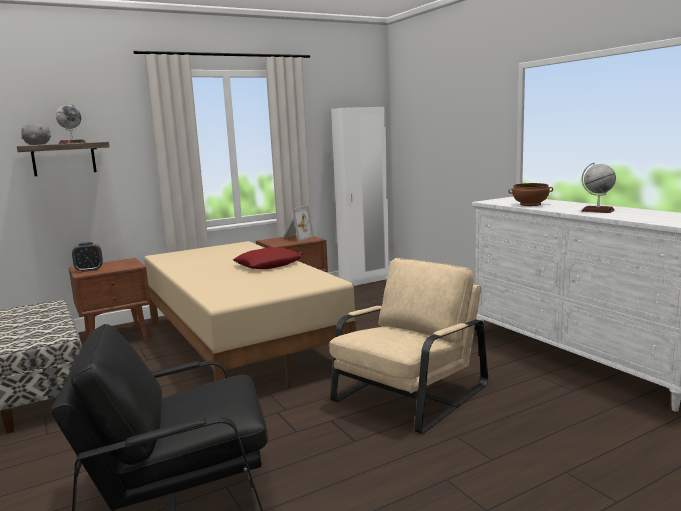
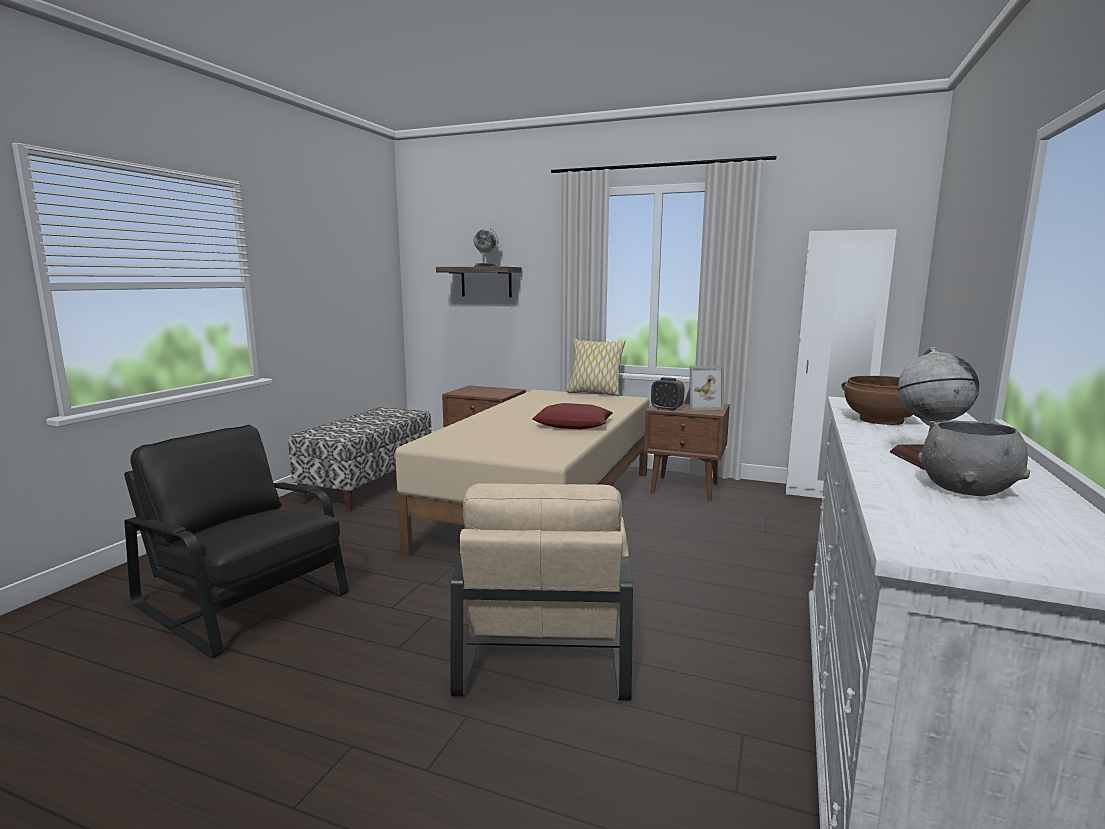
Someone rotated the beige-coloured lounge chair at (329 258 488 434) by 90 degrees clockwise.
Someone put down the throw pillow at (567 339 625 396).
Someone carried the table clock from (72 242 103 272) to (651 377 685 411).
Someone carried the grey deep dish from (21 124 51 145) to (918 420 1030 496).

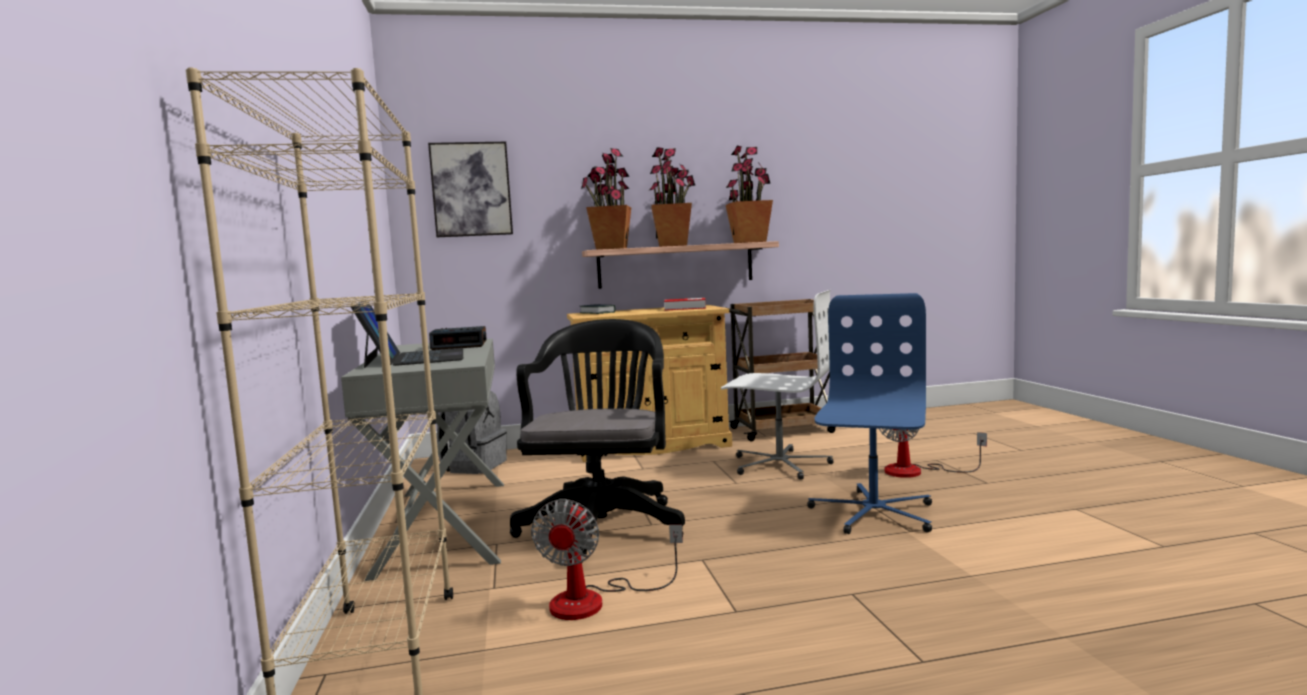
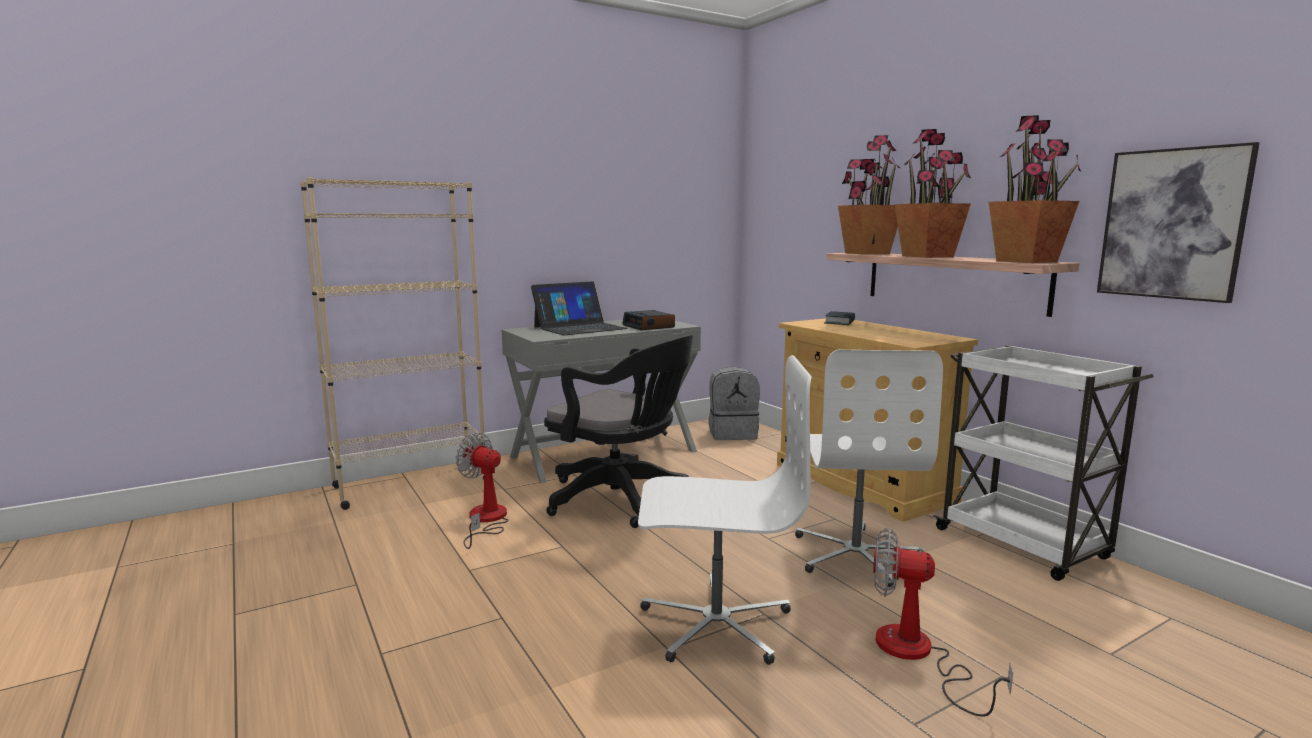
Someone rotated the fan at (531 499 683 620) by 45 degrees clockwise.
Someone rotated the black-coloured computer chair at (510 319 685 563) by 45 degrees clockwise.
Someone repainted the blue computer chair at (807 293 932 534), which became the whitish computer chair at (638 355 812 665).
Someone repainted the brown-coloured wheeled cart at (724 299 836 441), which became the whitish wheeled cart at (933 345 1154 581).
Someone carried the wall picture from (428 142 513 237) to (1097 142 1260 303).
Someone took away the book at (664 298 706 311).

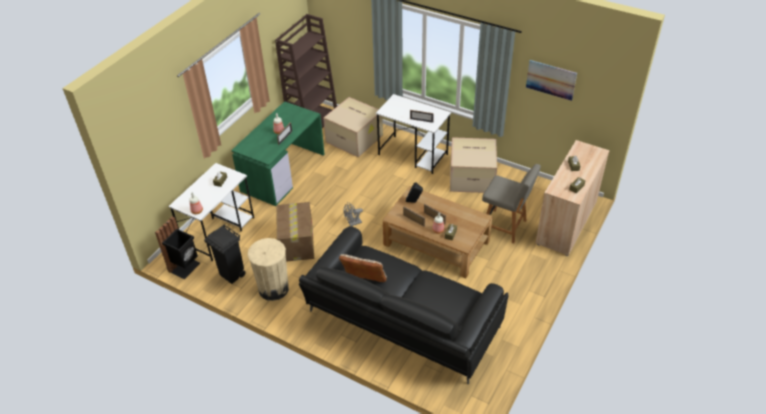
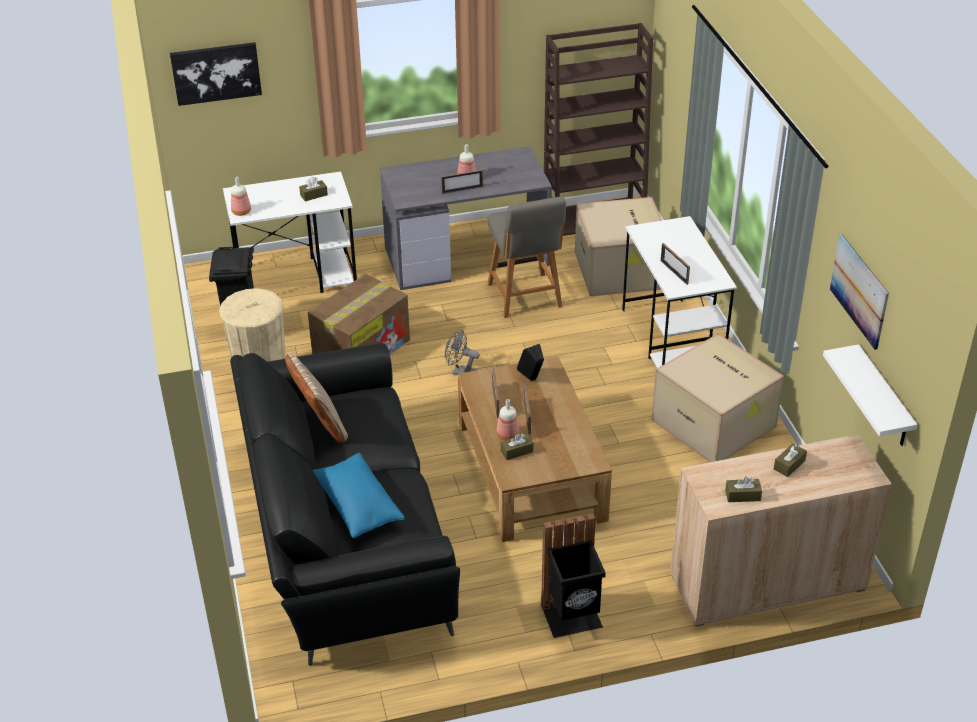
Someone put up the wall picture at (170 42 262 106).
Someone put down the blue throw pillow at (313 453 405 538).
Someone repainted the green-coloured desk at (231 101 325 206), which became the grey desk at (380 146 552 290).
Someone carried the grey chair from (482 164 541 244) to (487 196 566 318).
Someone carried the black-coloured rubbish bin from (155 217 200 279) to (541 513 606 638).
Someone put up the whitish shelf at (823 344 918 446).

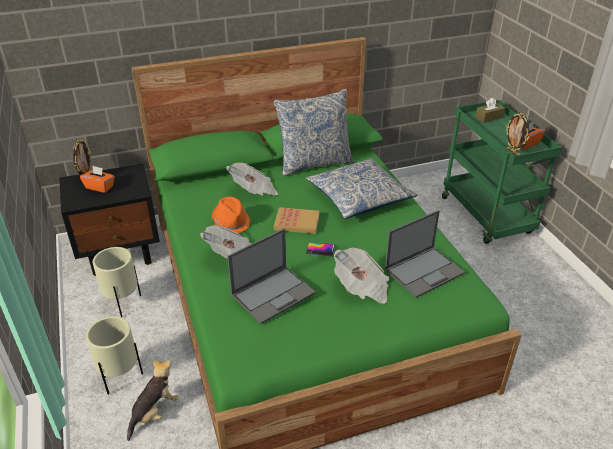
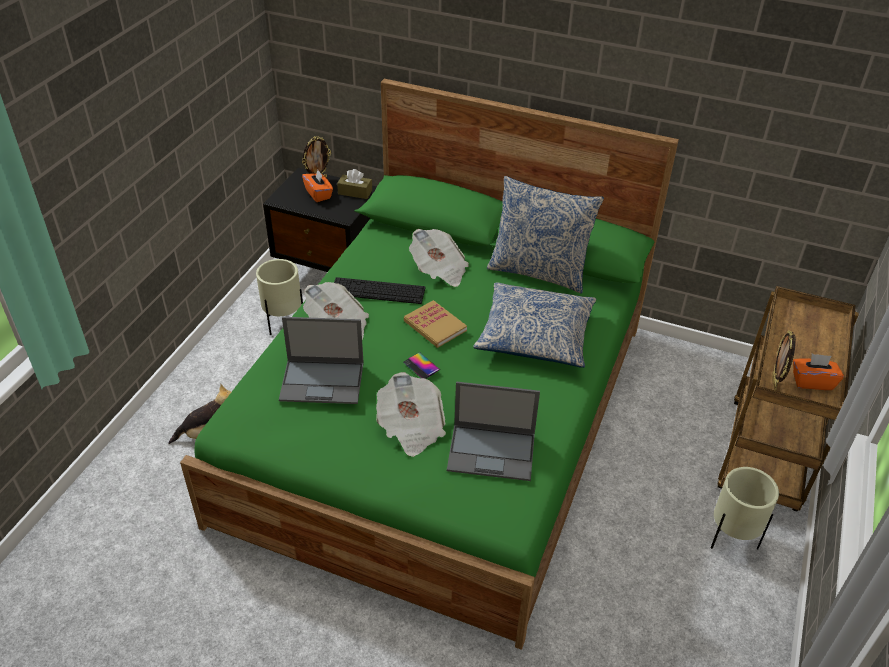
Someone swapped the orange-coloured hat at (212 197 251 233) for the computer keyboard at (334 277 426 304).
Someone carried the brown-coloured box of tissues from (475 98 505 123) to (337 169 372 199).
Someone carried the beige-coloured planter from (86 316 143 395) to (711 467 779 549).
Someone repainted the green-coloured wheeled cart at (442 100 562 244), which became the brown-coloured wheeled cart at (718 286 859 512).

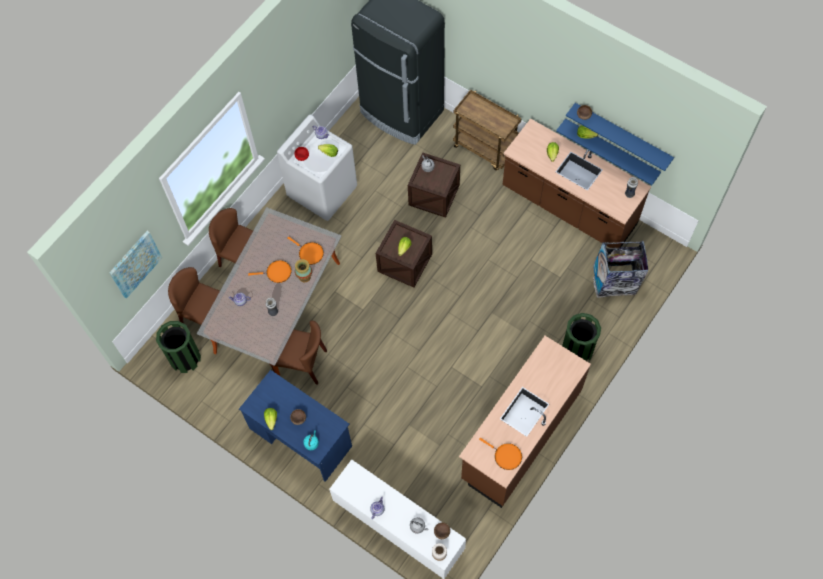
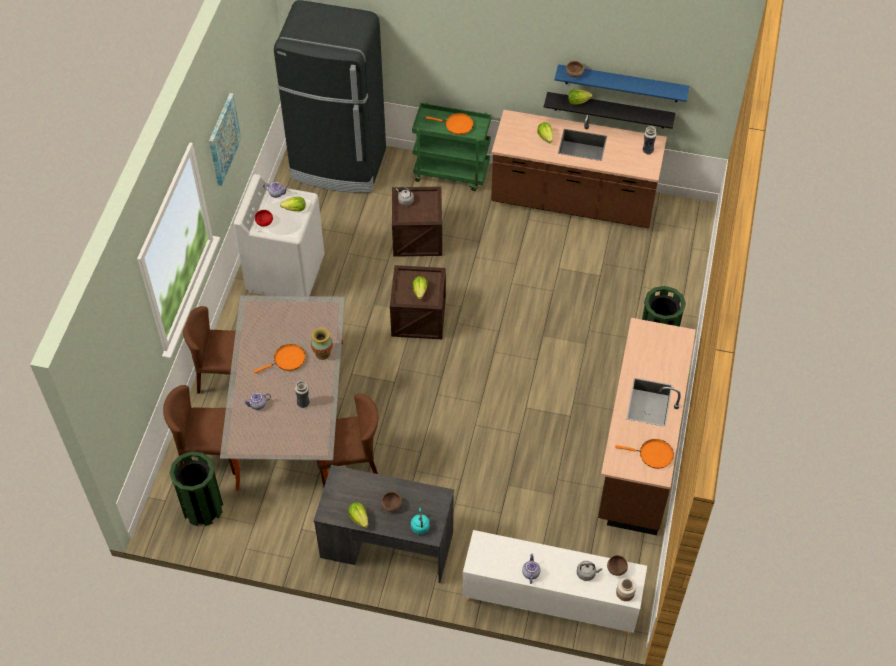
Someone carried the wall picture from (109 231 162 299) to (209 93 241 186).
Someone repainted the blue desk at (239 370 352 482), which became the grey desk at (313 465 454 583).
Someone repainted the brown-coloured wheeled cart at (453 89 521 171), which became the green-coloured wheeled cart at (412 103 492 191).
Someone carried the orange-coloured pan from (288 237 324 265) to (426 113 474 135).
Someone repainted the blue shelf at (556 118 661 185), which became the black-coloured shelf at (544 92 676 129).
Someone took away the rubbish bin at (593 241 648 298).

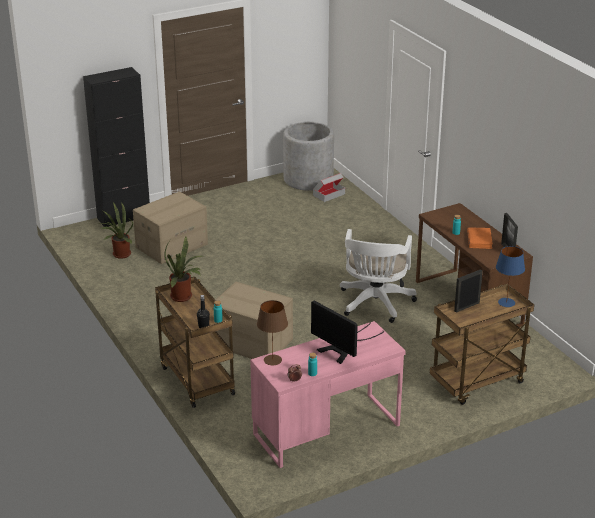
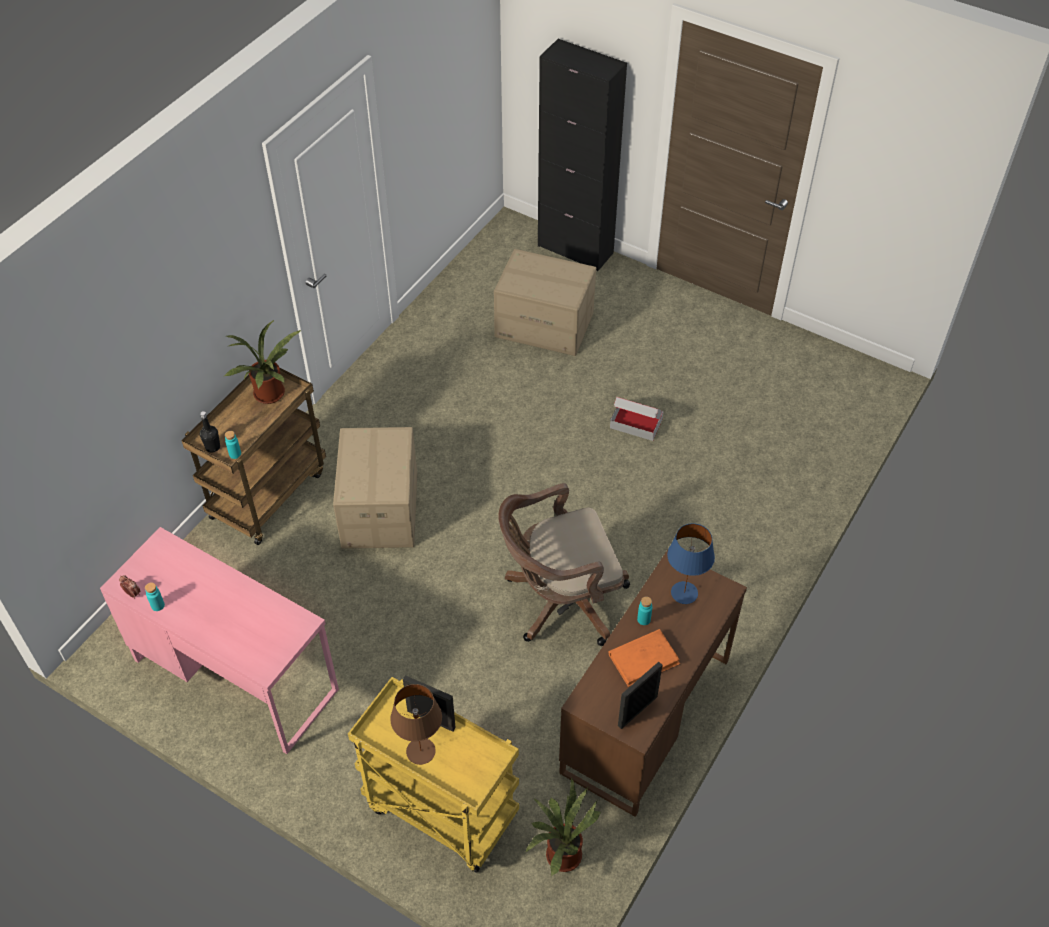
Someone repainted the brown-coloured wheeled cart at (430 284 534 405), which became the yellow wheeled cart at (348 677 519 873).
Someone carried the brown-coloured lamp for a table from (257 300 288 365) to (390 684 442 765).
Someone repainted the whitish computer chair at (340 229 417 323), which became the brown-coloured computer chair at (498 483 630 646).
Someone carried the potted plant from (99 202 133 259) to (526 777 601 877).
Someone carried the carton from (313 173 345 202) to (610 397 663 441).
Someone carried the blue lamp for a table from (496 246 525 307) to (667 523 715 604).
Someone took away the grey planter at (283 122 334 191).
Someone took away the monitor at (311 301 384 364).

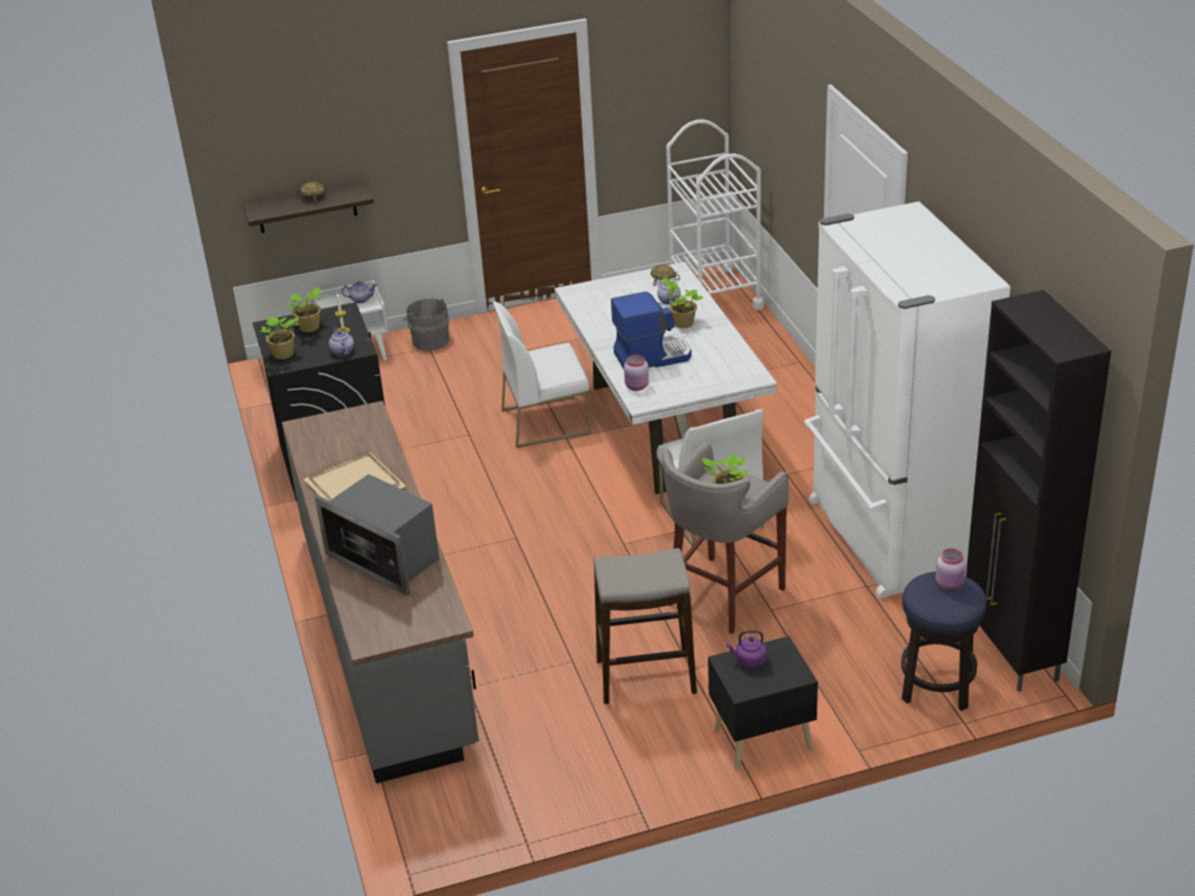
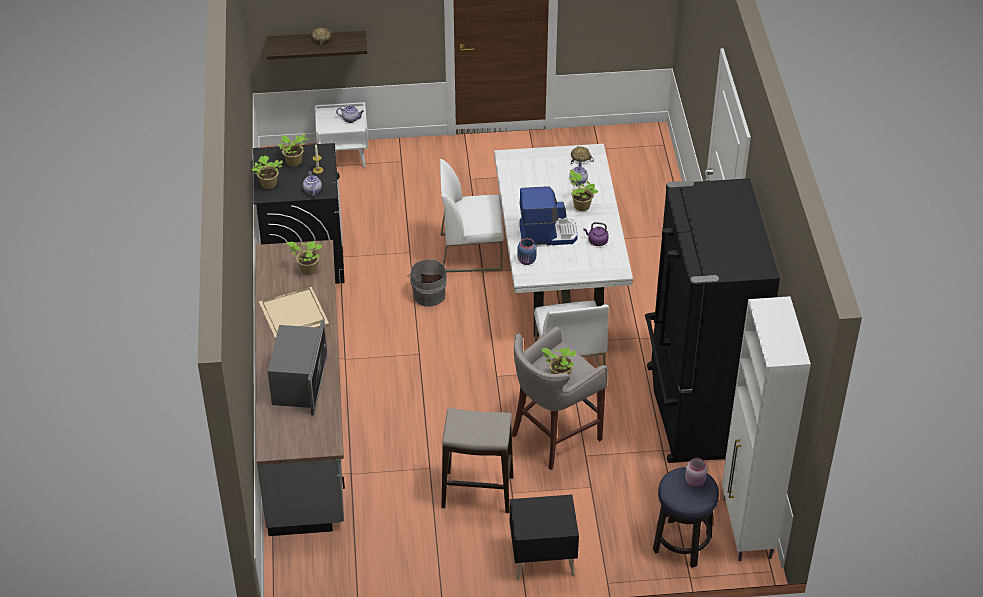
Someone rotated the microwave oven at (315 474 440 596) by 135 degrees counterclockwise.
Someone put down the potted plant at (287 241 322 275).
Someone carried the grey bucket from (403 298 450 351) to (407 259 447 307).
Someone repainted the pinkish jar at (624 354 649 391), which became the blue jar at (517 238 537 265).
Someone carried the purple tea kettle from (726 630 767 668) to (584 222 609 246).
Someone repainted the whitish refrigerator at (804 201 1011 599), which became the black-coloured refrigerator at (645 178 780 463).
Someone repainted the black-coloured storage cabinet at (966 290 1111 692), which became the whitish storage cabinet at (722 296 811 561).
Someone took away the whitish wheeled cart at (666 119 764 310).

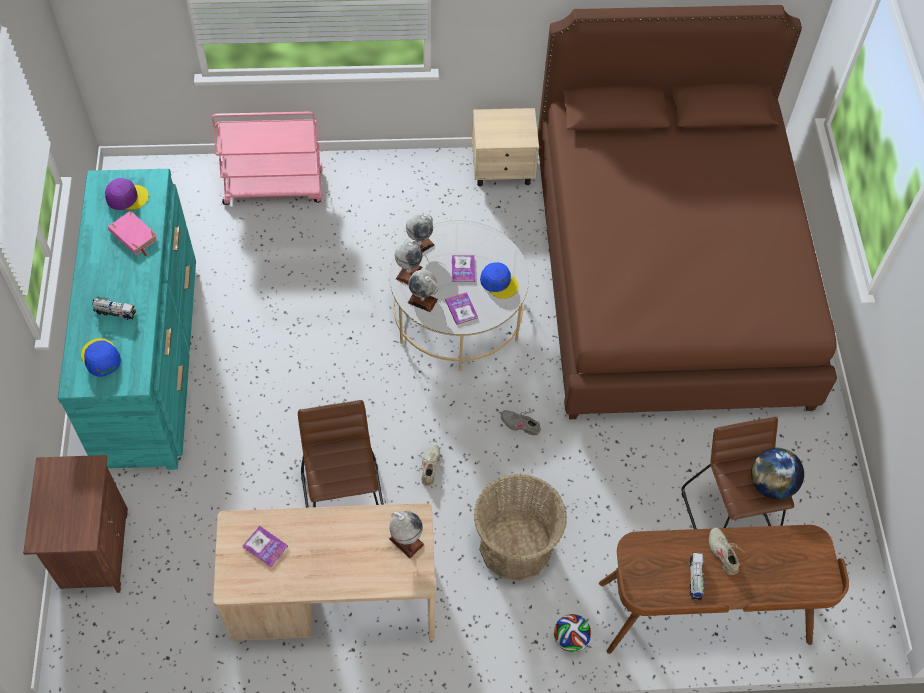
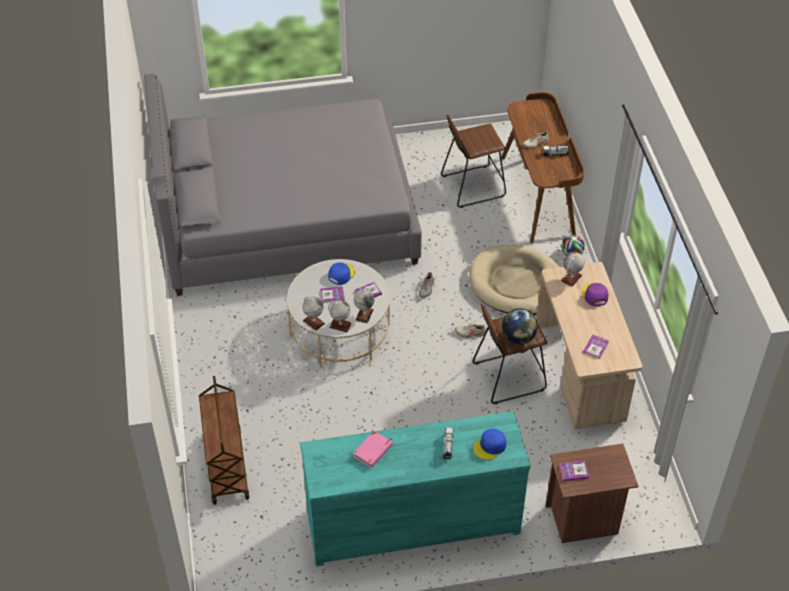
Someone repainted the brown-coloured bed at (538 5 837 419), which became the grey bed at (144 74 422 296).
Someone repainted the pinkish wheeled cart at (212 112 323 205), which became the brown-coloured wheeled cart at (199 376 249 505).
Someone swapped the storage basket at (474 474 567 581) for the beige-coloured pet bed at (469 245 560 315).
Someone carried the globe from (751 448 804 500) to (502 309 538 344).
Someone put down the book at (559 461 589 481).
Someone carried the purple peaked cap from (105 178 149 210) to (582 283 609 306).
Someone took away the beige-coloured bedside table at (472 108 539 187).

